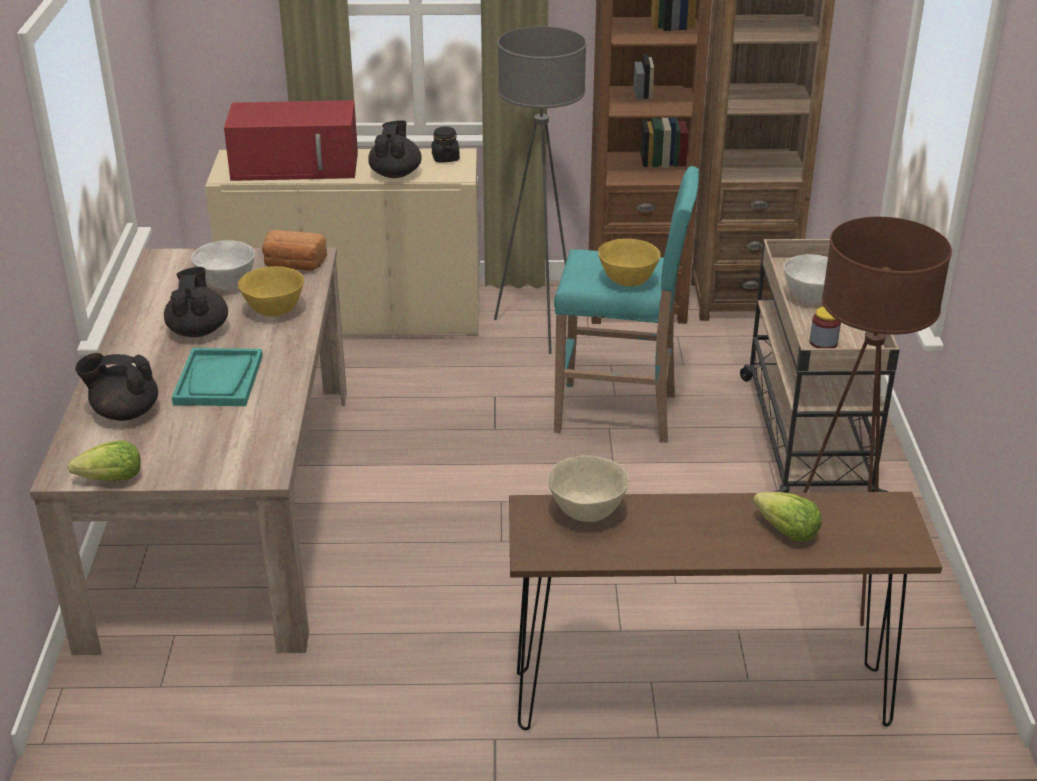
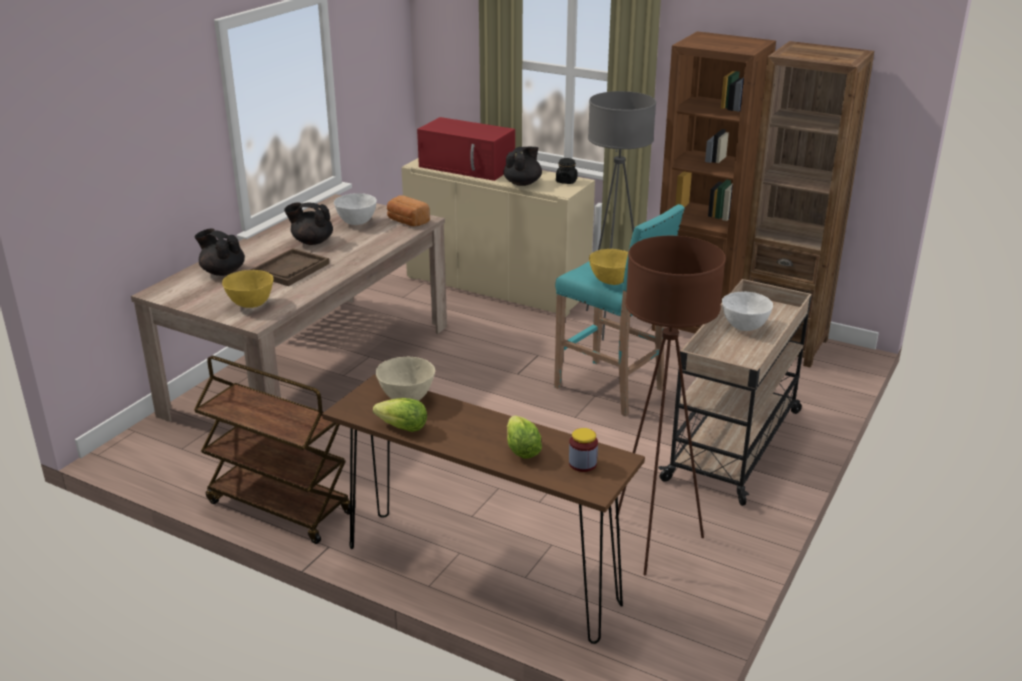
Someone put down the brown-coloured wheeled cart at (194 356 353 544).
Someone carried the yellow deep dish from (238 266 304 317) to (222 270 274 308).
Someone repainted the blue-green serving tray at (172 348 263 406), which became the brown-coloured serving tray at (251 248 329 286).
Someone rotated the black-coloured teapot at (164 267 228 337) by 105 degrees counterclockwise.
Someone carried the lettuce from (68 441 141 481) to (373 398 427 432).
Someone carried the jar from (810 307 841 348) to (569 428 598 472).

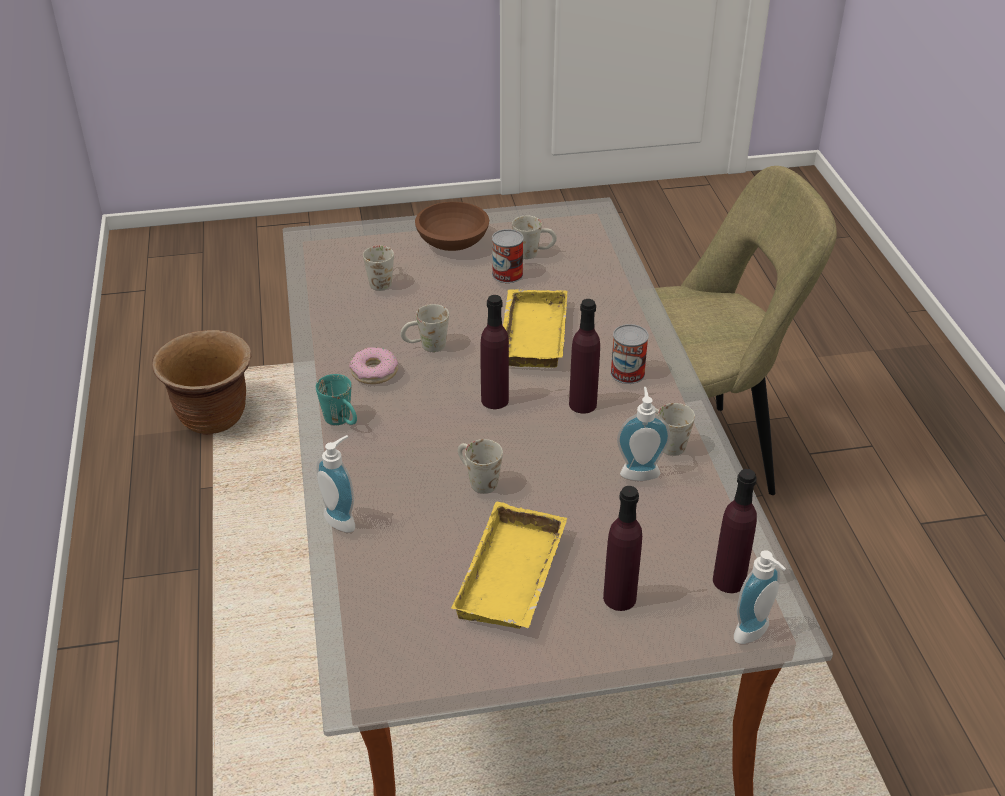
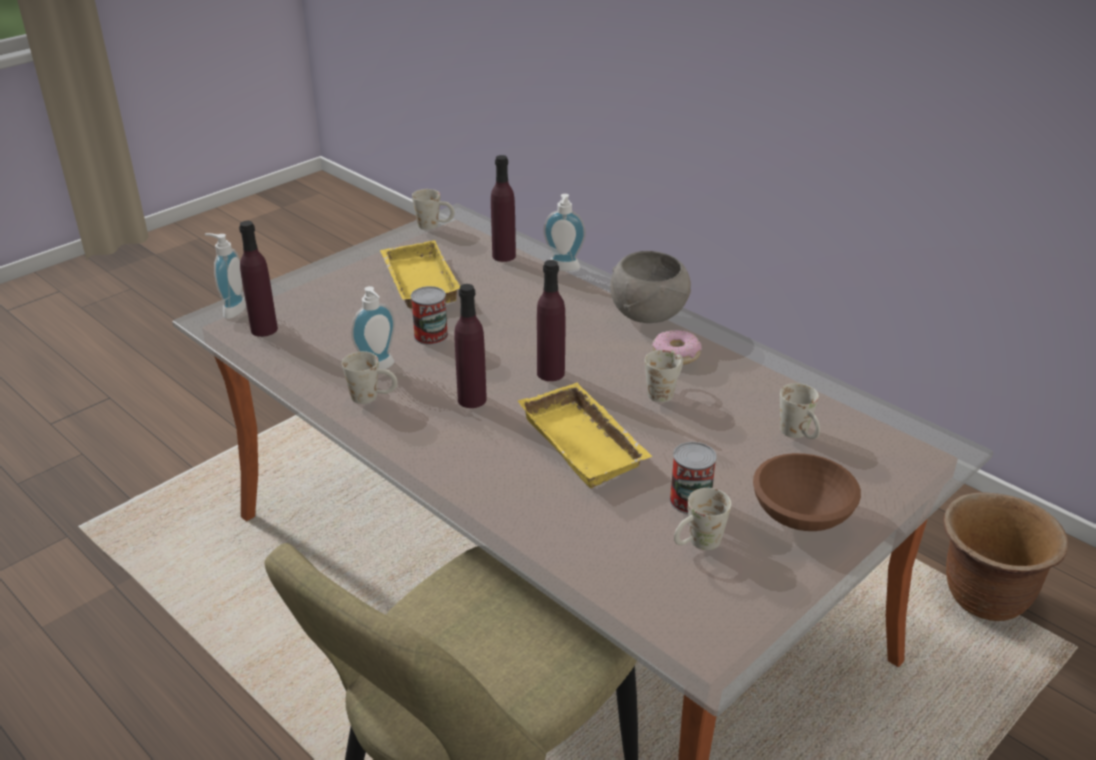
Someone carried the sealed can from (610 324 649 384) to (411 286 448 345).
Someone carried the whitish mug from (458 439 503 494) to (412 189 455 230).
Someone carried the purple bottle from (603 486 642 611) to (491 155 516 262).
Someone swapped the blue-green mug at (316 374 357 425) for the grey deep dish at (610 251 691 323).

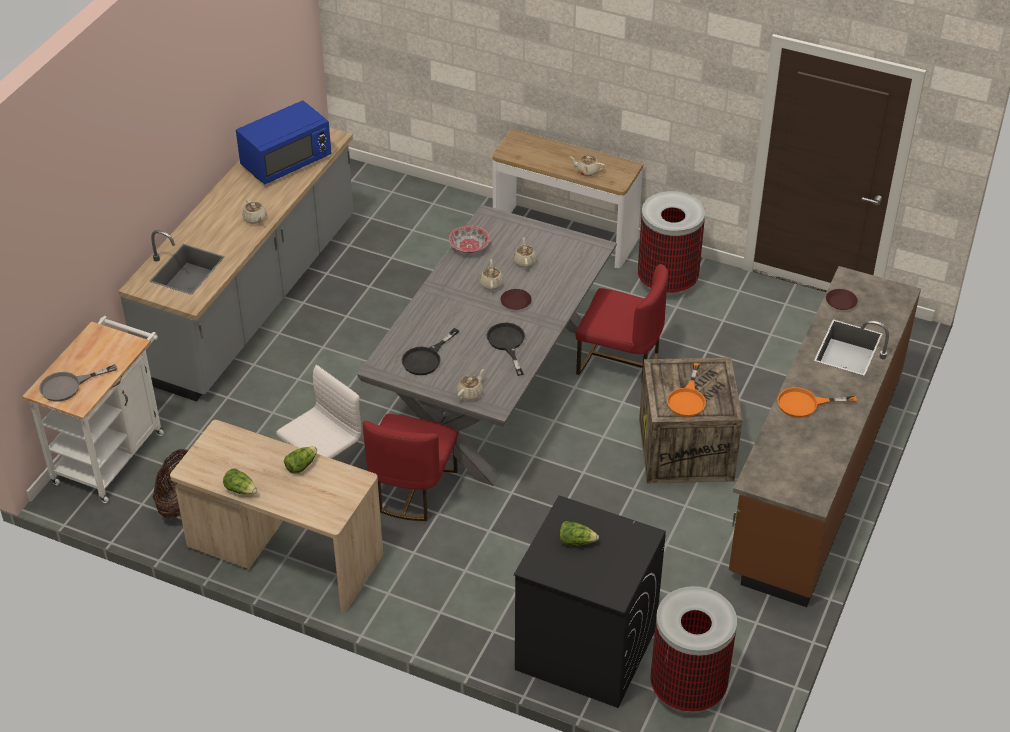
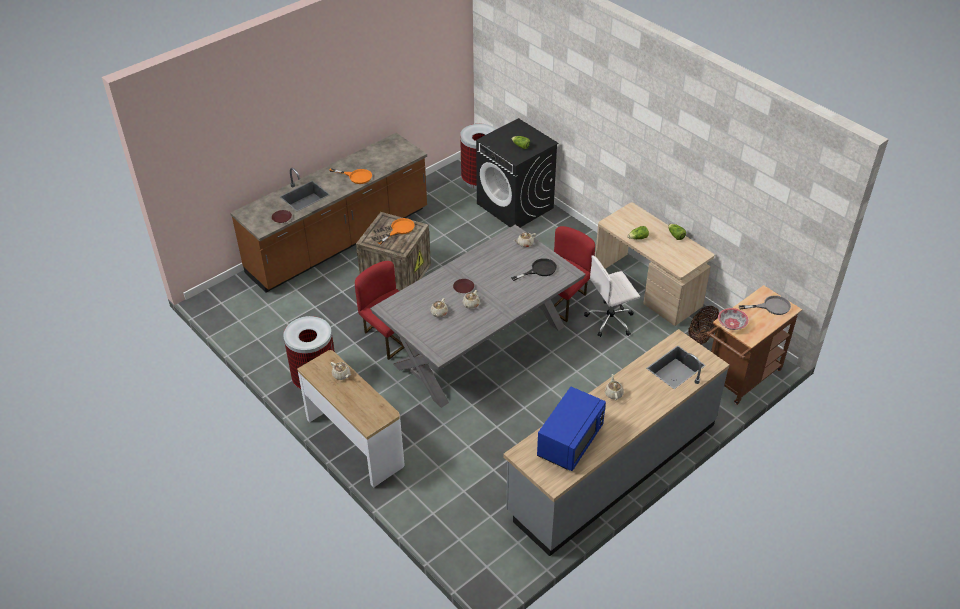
Someone rotated the blue microwave oven at (236 100 332 184) by 135 degrees clockwise.
Someone repainted the whitish wheeled cart at (22 316 164 503), which became the brown-coloured wheeled cart at (706 285 802 405).
Someone carried the deep dish from (449 226 490 253) to (718 308 749 330).
Someone took away the black-coloured pan at (487 323 525 376).

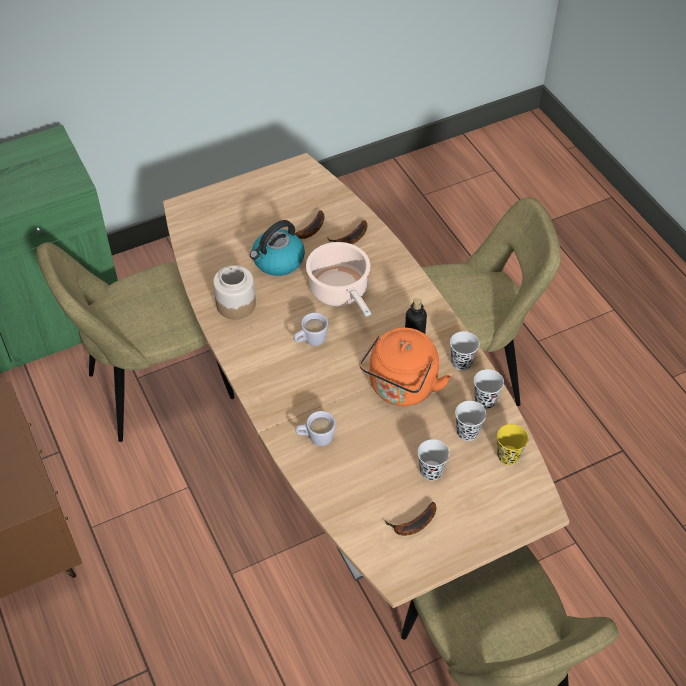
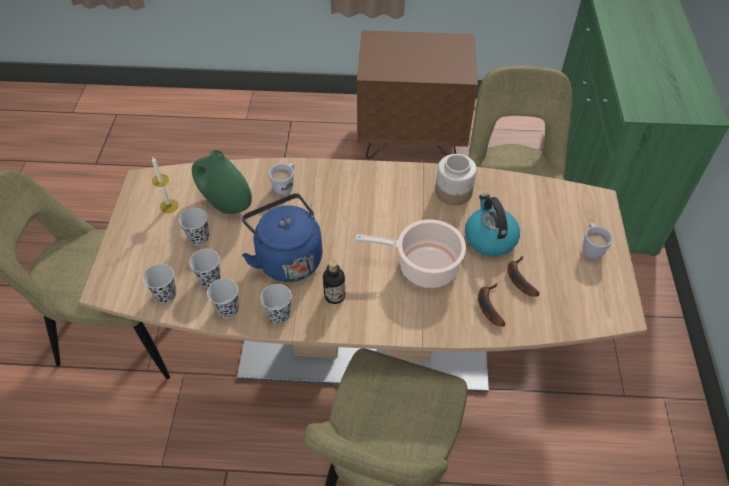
Someone repainted the yellow drinking cup at (497 424 528 465), which became the black-coloured drinking cup at (143 264 176 303).
Someone swapped the banana fruit at (385 502 436 536) for the candle at (152 157 179 213).
Someone put down the green-coloured decorative vase at (192 150 252 214).
Someone repainted the orange-coloured tea kettle at (359 328 451 406), which became the blue tea kettle at (242 193 322 282).
Someone carried the whitish mug from (293 313 328 346) to (583 223 613 259).

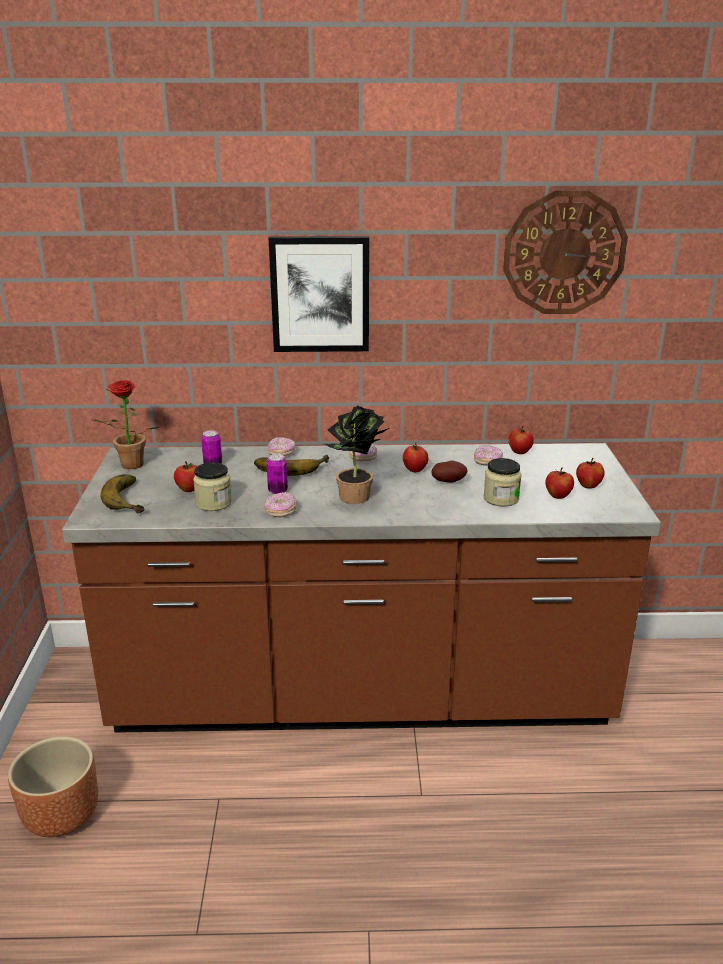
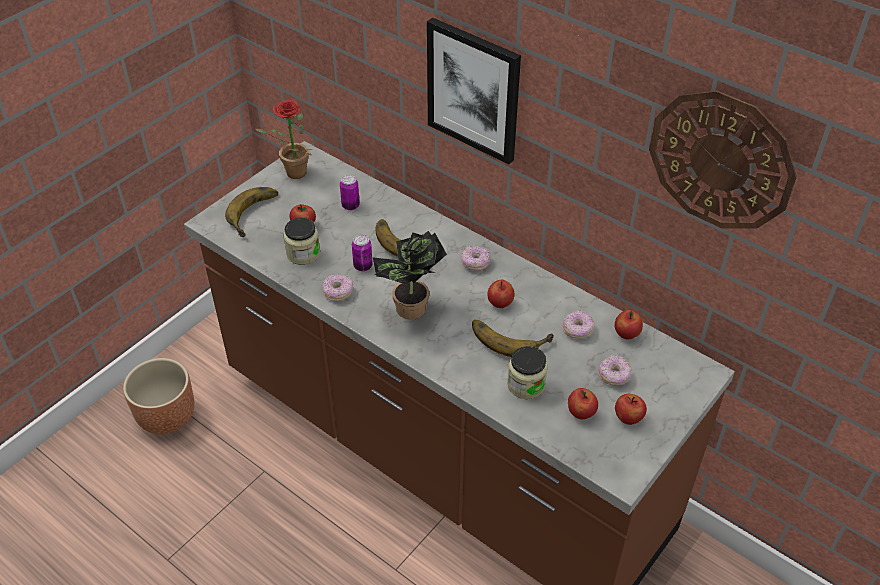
Someone swapped the potato at (431 461 467 483) for the banana fruit at (472 320 554 357).
Someone carried the doughnut from (268 437 295 456) to (598 355 632 386).

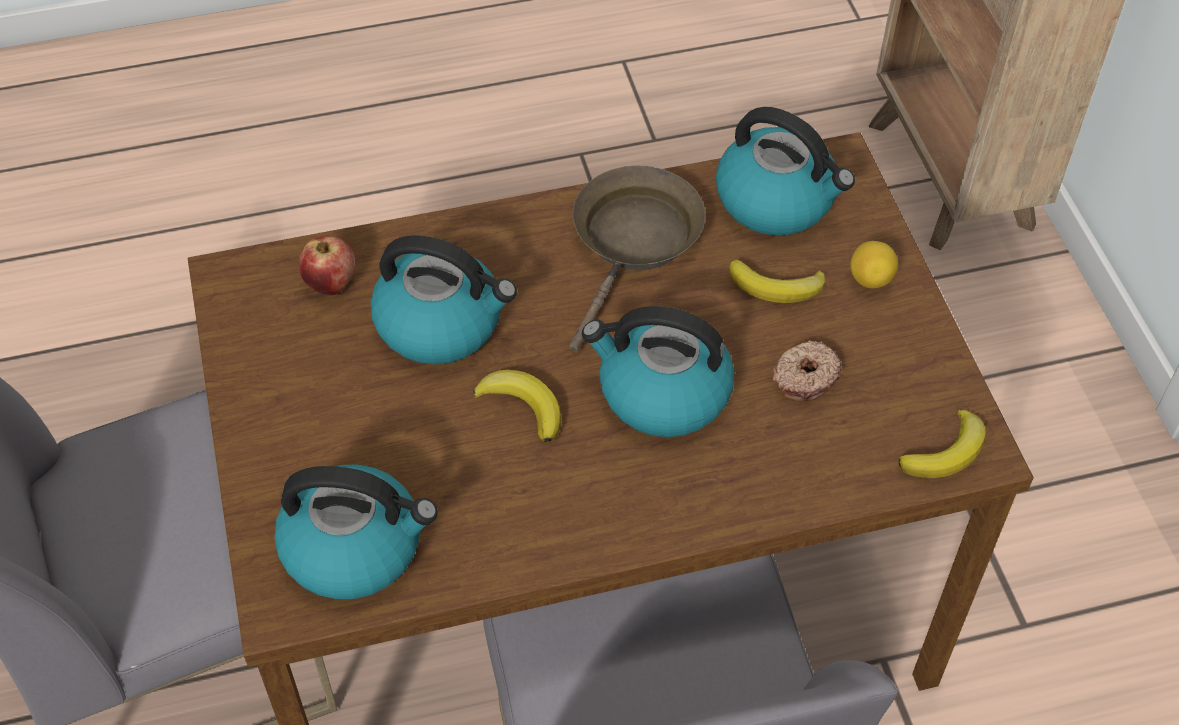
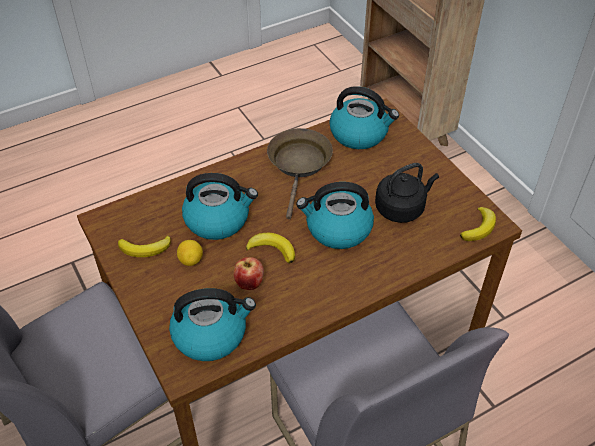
Someone carried the banana fruit from (729 259 825 303) to (118 236 171 257).
Someone carried the citrus fruit from (850 241 898 288) to (177 240 203 266).
Someone carried the whole apple from (299 235 355 295) to (233 257 264 290).
Someone swapped the doughnut at (773 340 842 401) for the black-coloured tea kettle at (375 163 439 223).

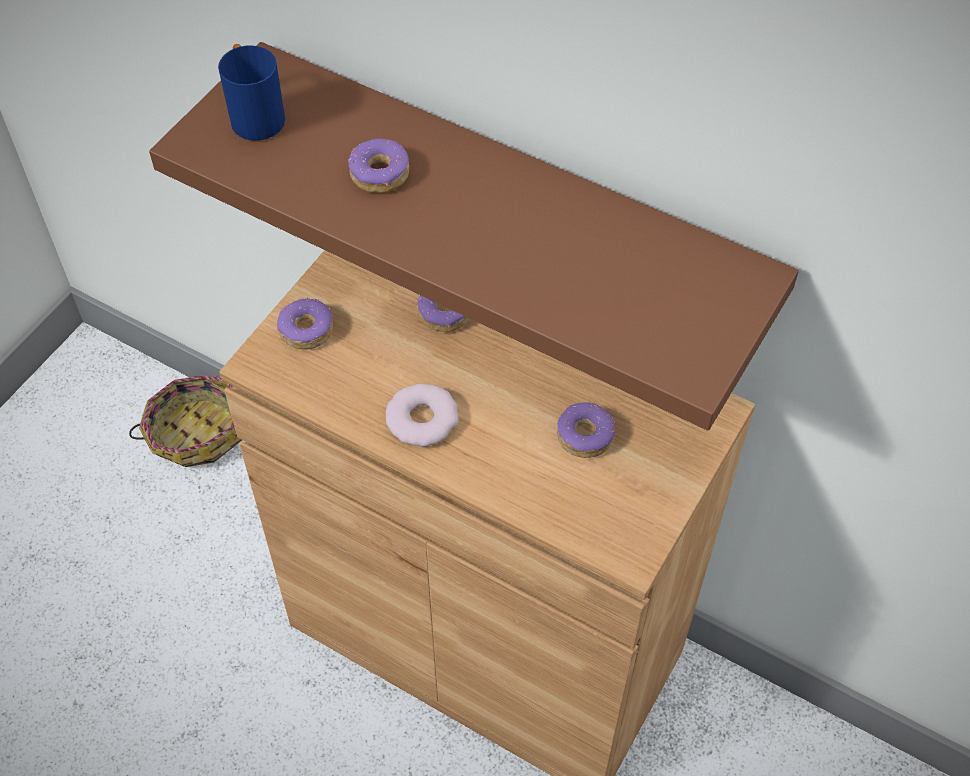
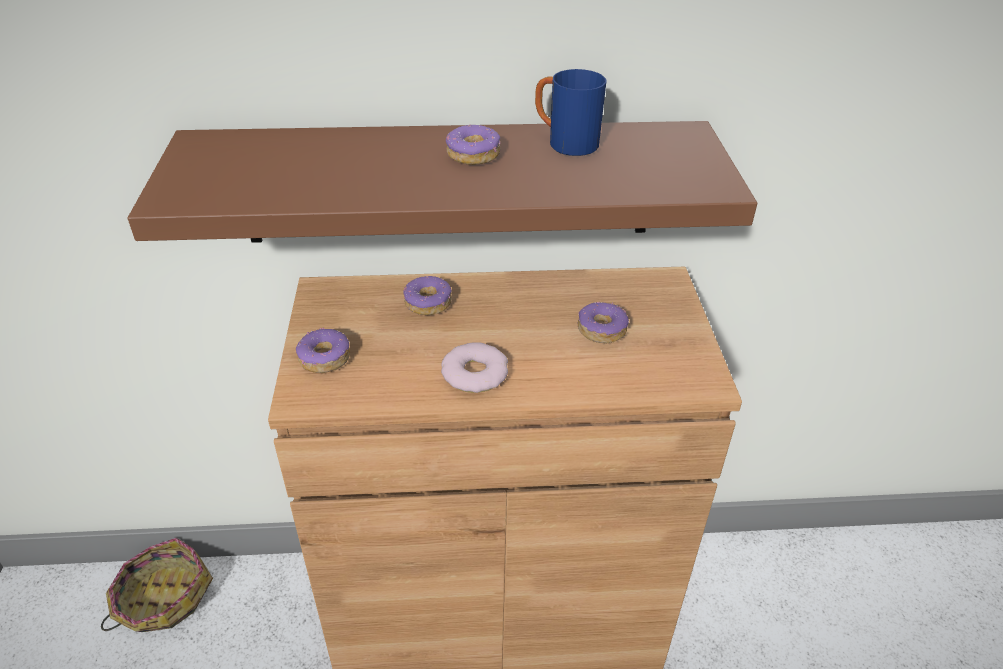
Someone carried the doughnut from (348 138 409 193) to (446 125 501 165).
Someone carried the blue mug from (218 44 285 141) to (535 69 607 156).

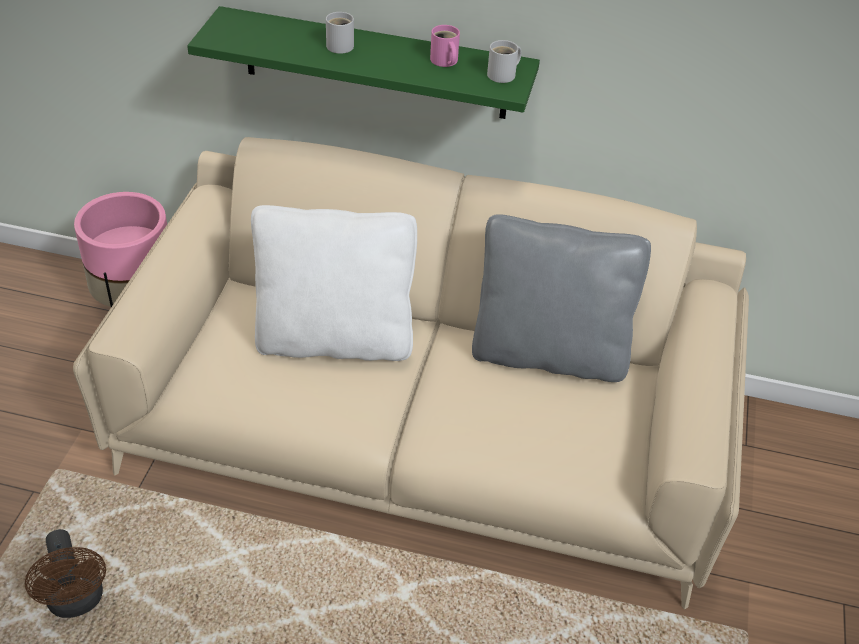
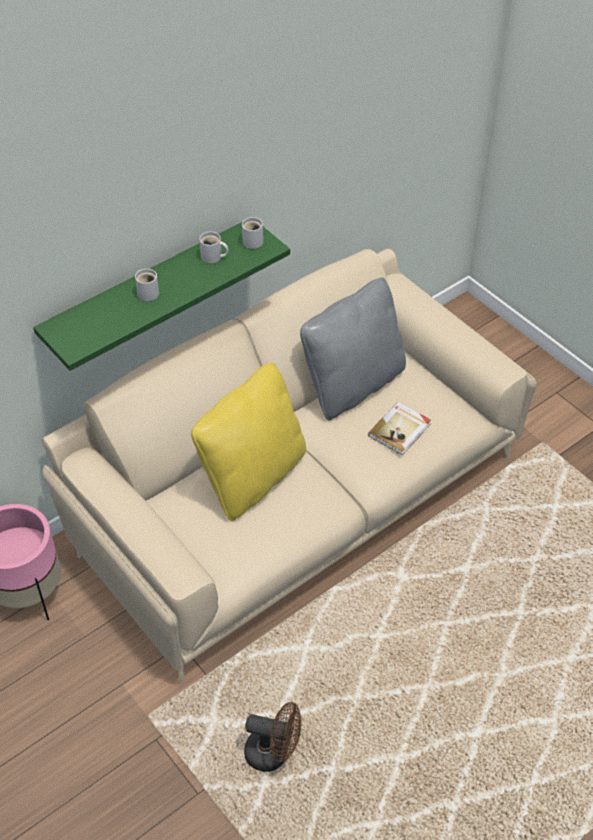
Someone repainted the whitish throw pillow at (251 205 417 361), which became the yellow throw pillow at (191 362 306 521).
Someone repainted the pinkish mug at (430 25 460 67), which became the whitish mug at (199 232 229 263).
Someone put down the book at (368 402 431 455).

